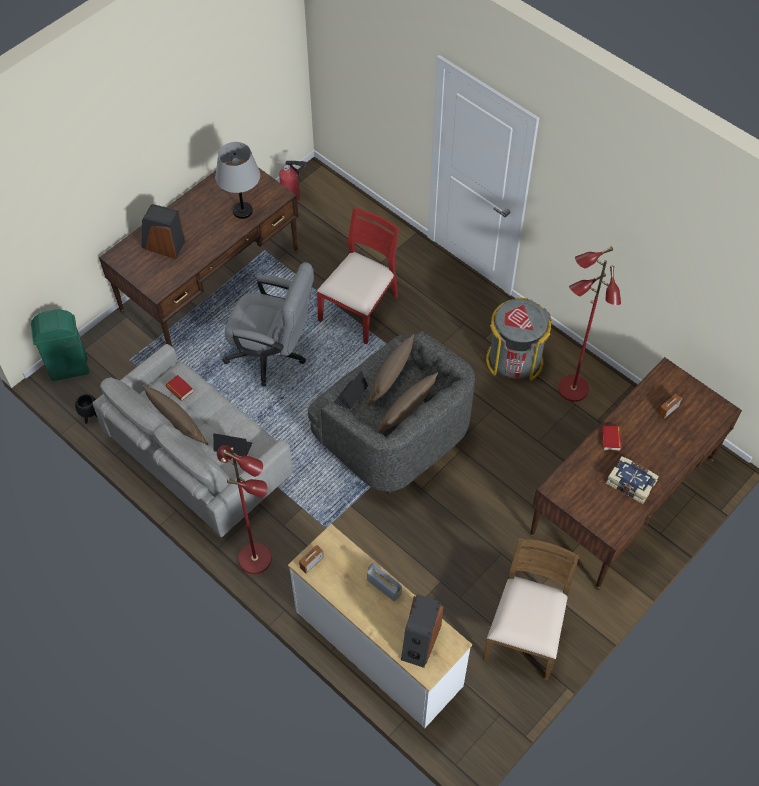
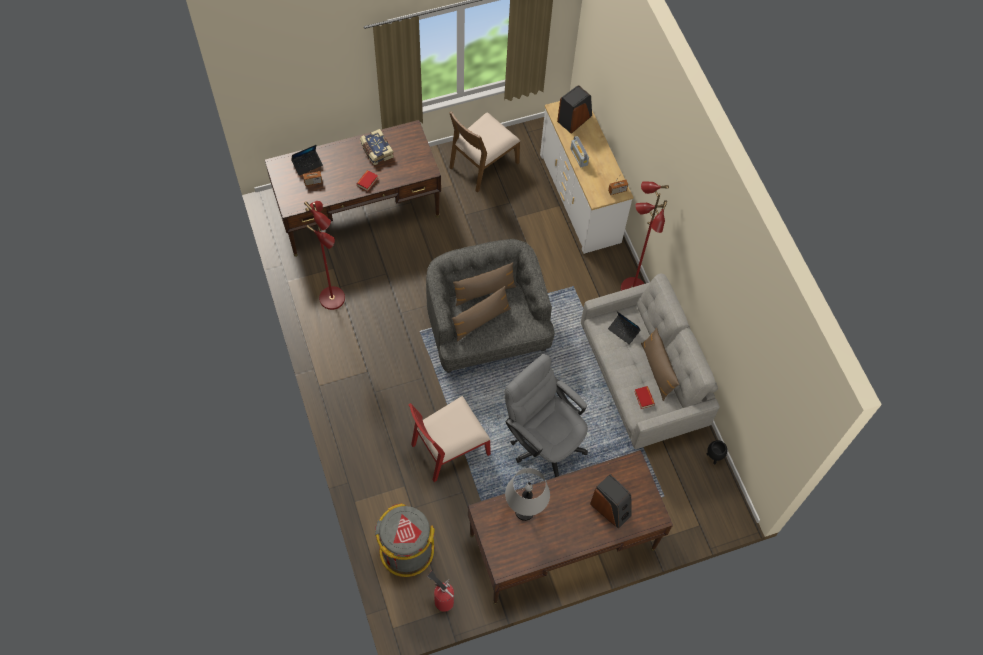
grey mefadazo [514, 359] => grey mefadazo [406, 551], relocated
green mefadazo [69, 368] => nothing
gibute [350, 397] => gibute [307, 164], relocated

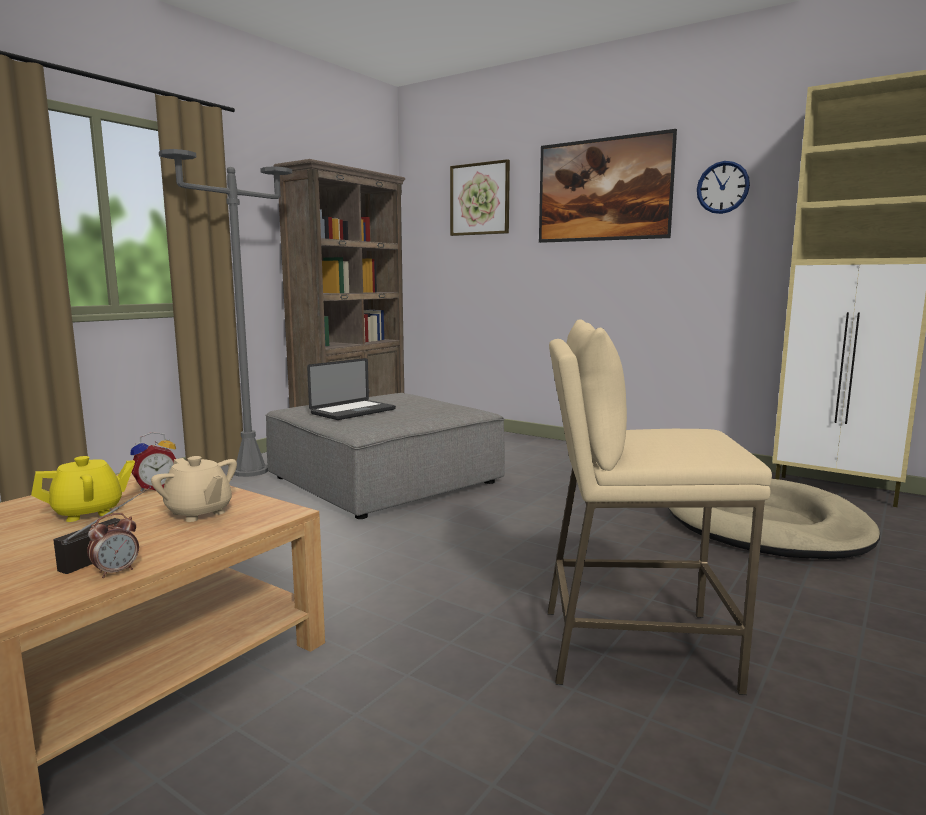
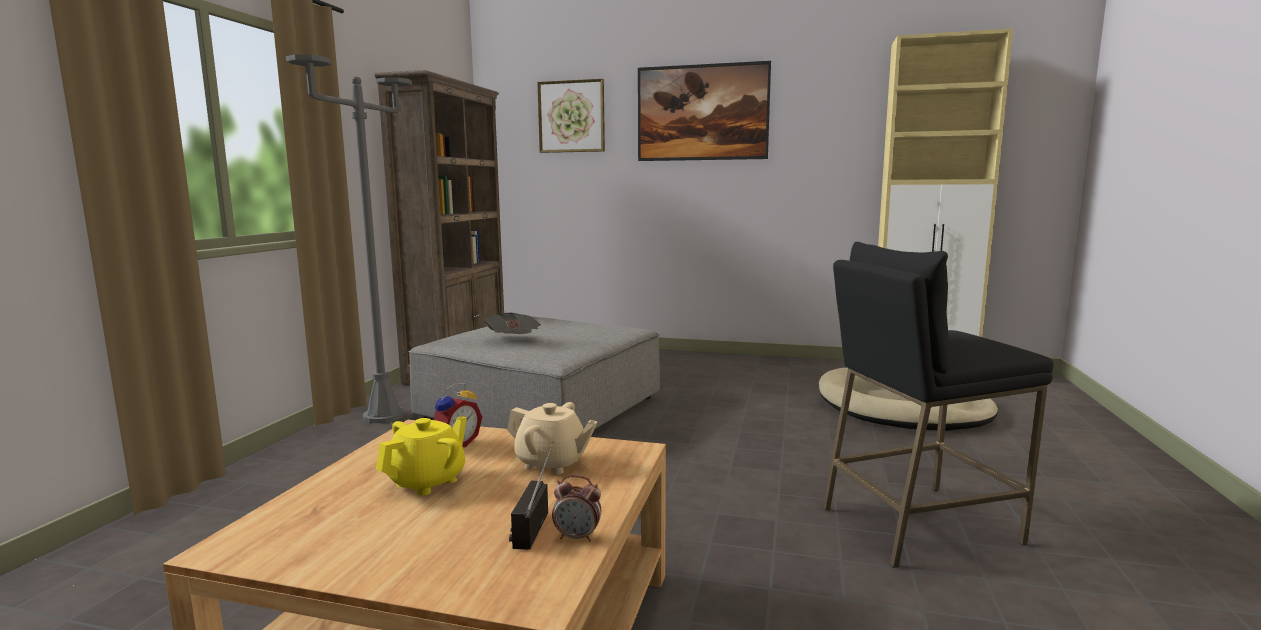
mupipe [722, 187] => nothing
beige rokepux [634, 648] => black rokepux [917, 525]
gibute [353, 411] => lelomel [513, 340]
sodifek [116, 572] => sodifek [577, 537], 75 degrees clockwise

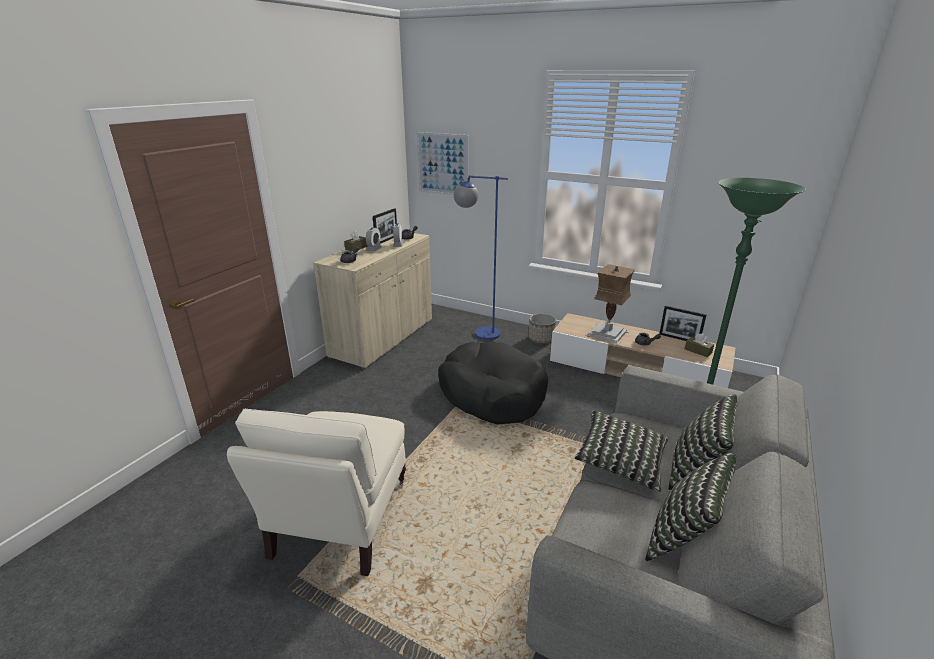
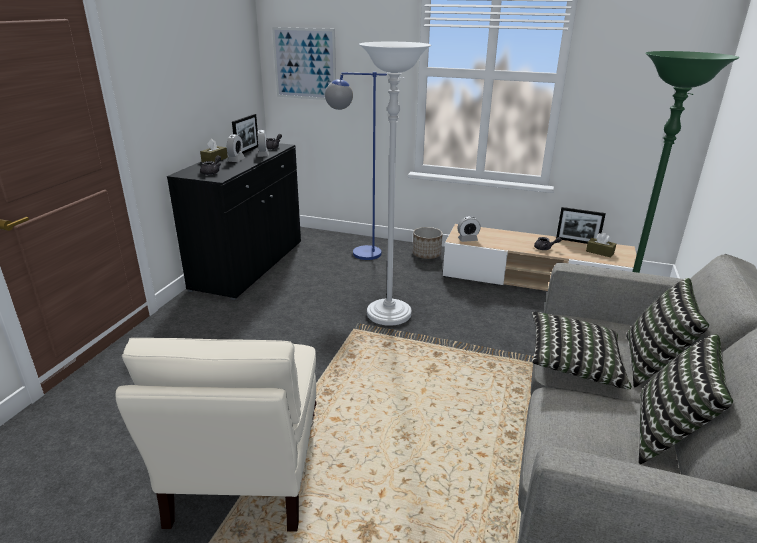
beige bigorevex [383, 338] => black bigorevex [249, 265]
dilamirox [607, 333] => nothing
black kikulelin [492, 394] => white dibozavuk [389, 315]
nothing => sodifek [467, 239]

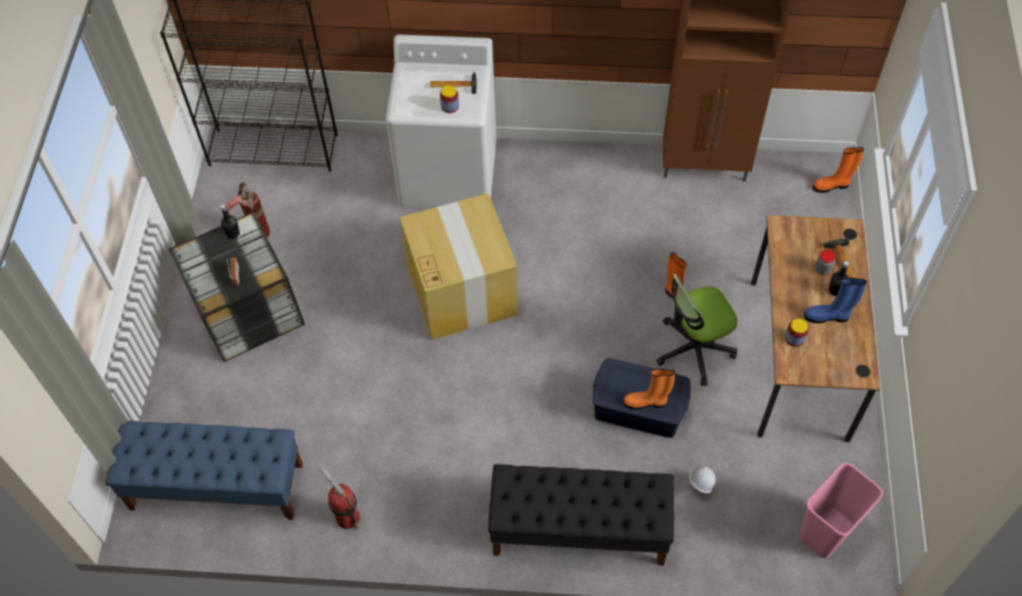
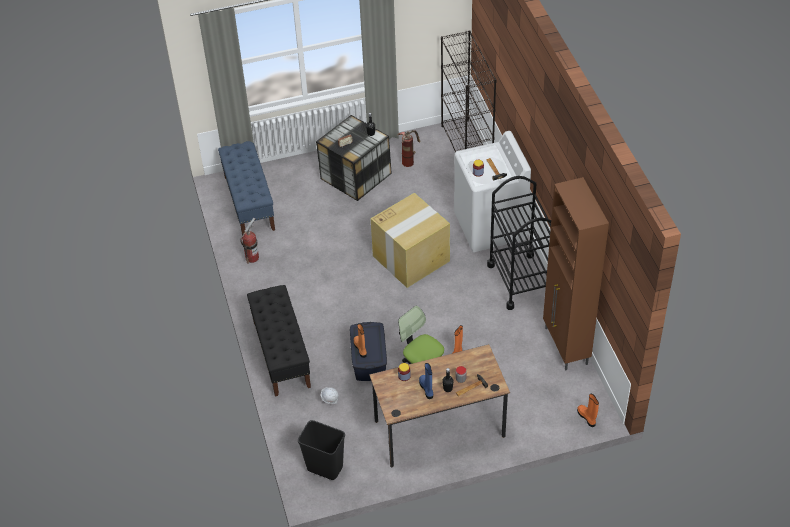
pink mefadazo [826, 533] => black mefadazo [324, 468]
nothing => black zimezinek [520, 281]

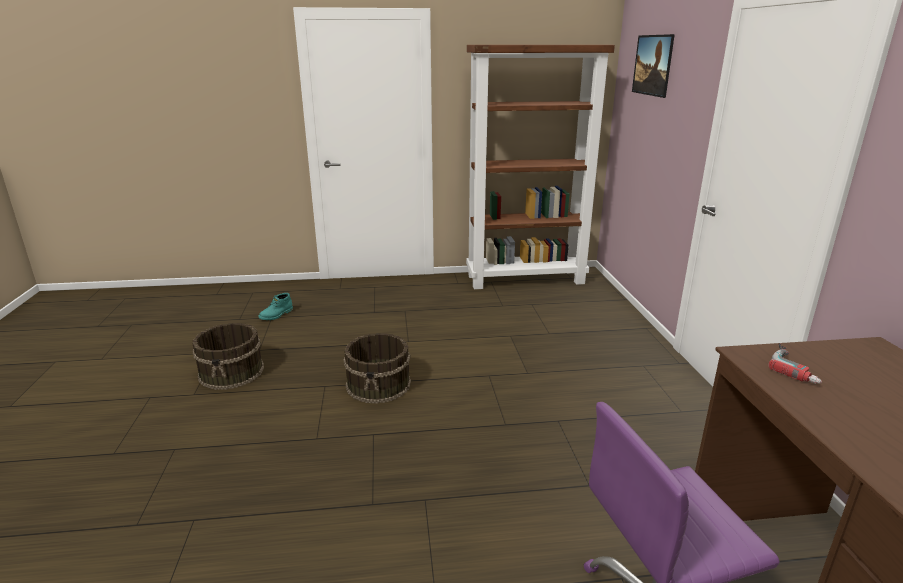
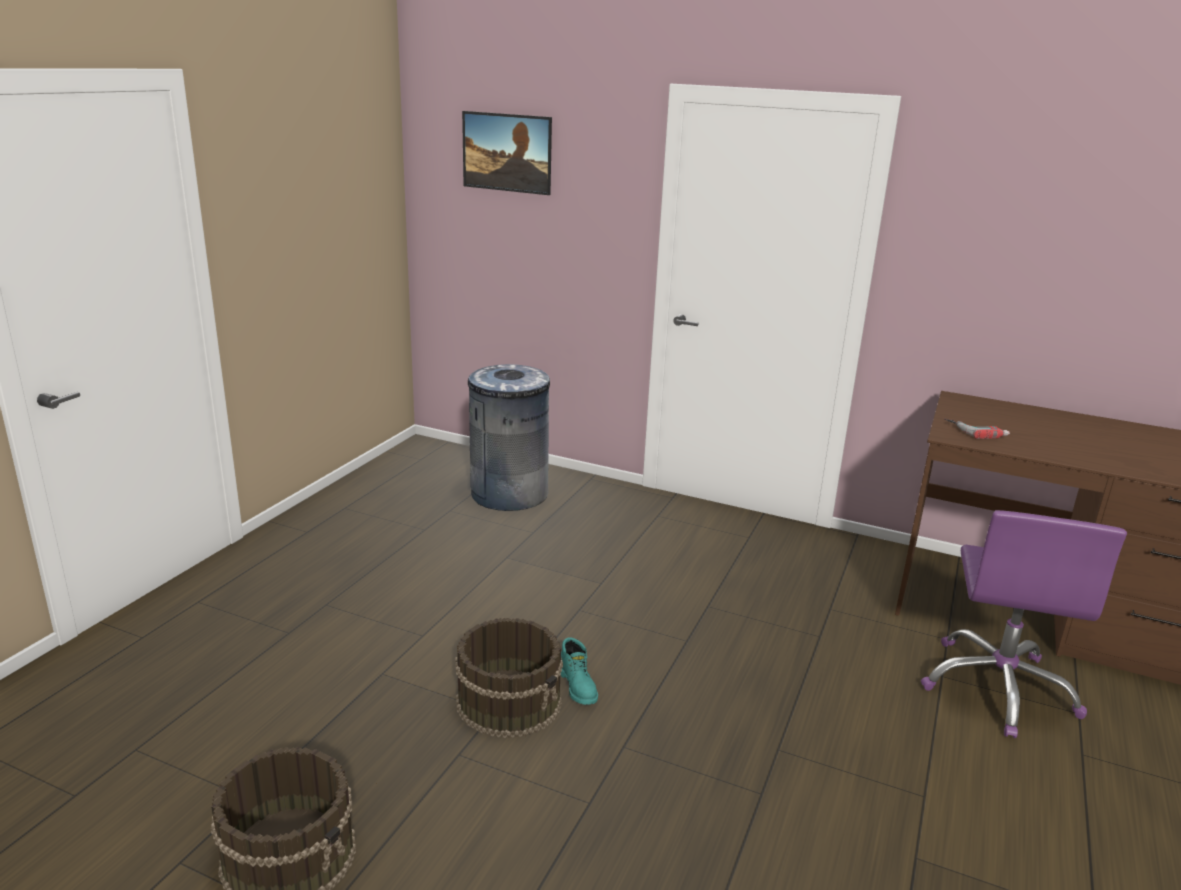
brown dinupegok [526, 279] => nothing
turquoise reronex [276, 315] => turquoise reronex [578, 686], relocated
nothing => grey mefadazo [509, 494]

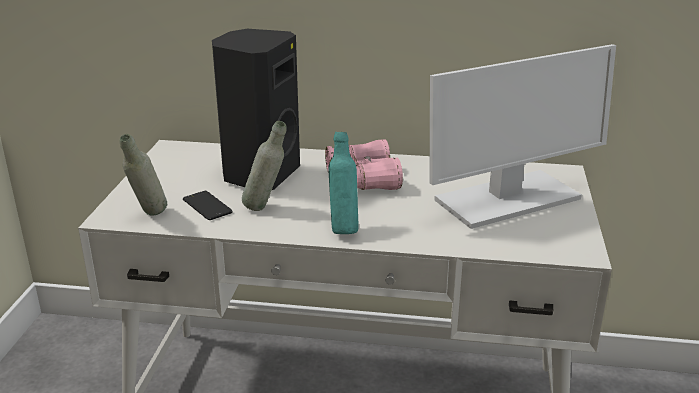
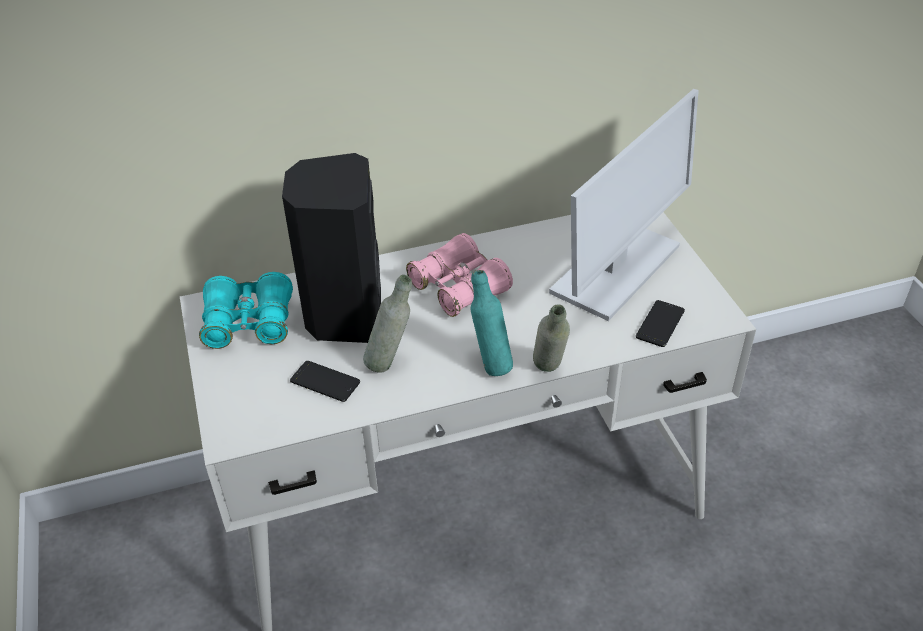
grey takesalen [149, 217] => grey takesalen [549, 374], relocated
nothing => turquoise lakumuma [249, 323]
nothing => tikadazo [660, 324]

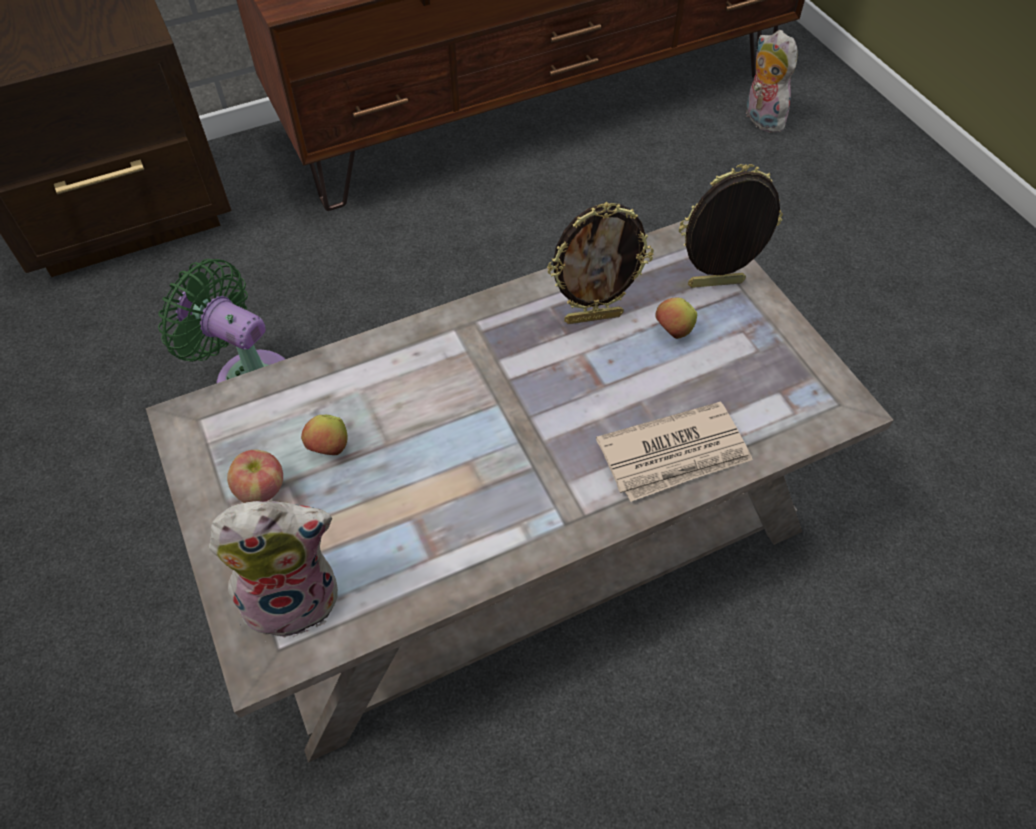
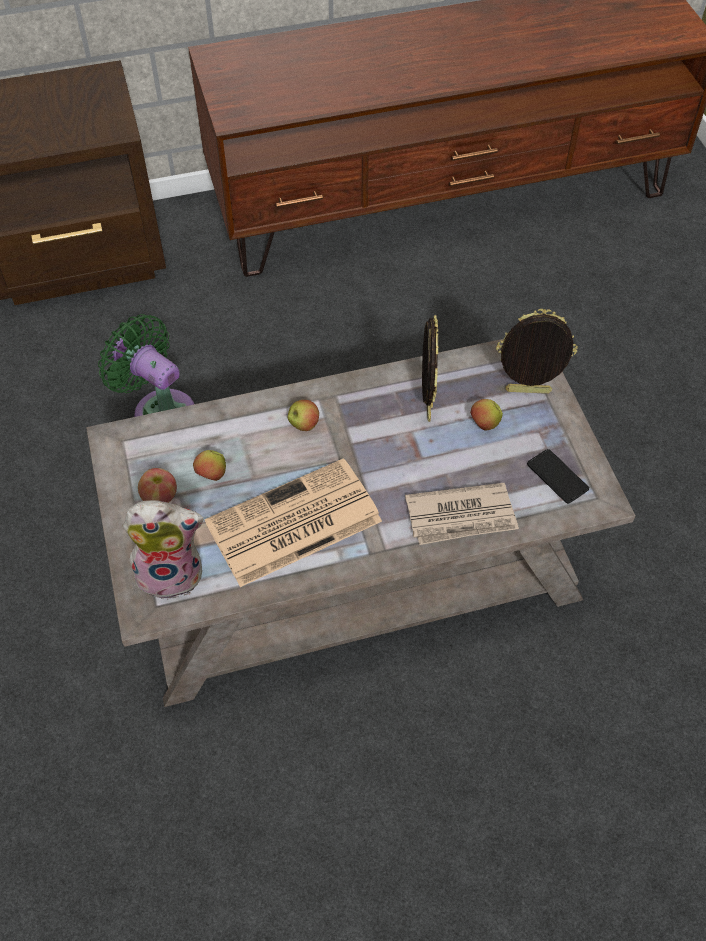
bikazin [760, 119] => nothing
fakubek [593, 317] => fakubek [426, 404], 90 degrees counterclockwise
nothing => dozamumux [303, 425]
nothing => tikadazo [557, 477]
nothing => lelomel [292, 524]

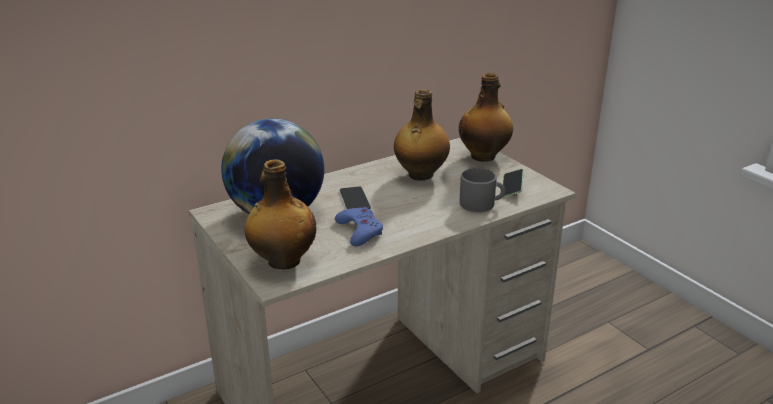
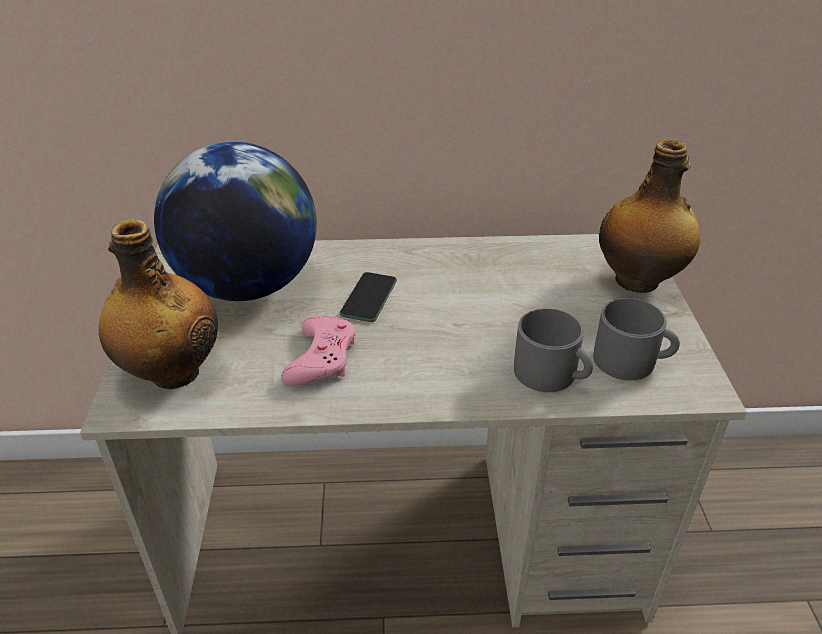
takesalen [420, 175] => nothing
tikadazo [512, 188] => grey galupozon [632, 361]
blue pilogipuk [360, 231] => pink pilogipuk [321, 357]

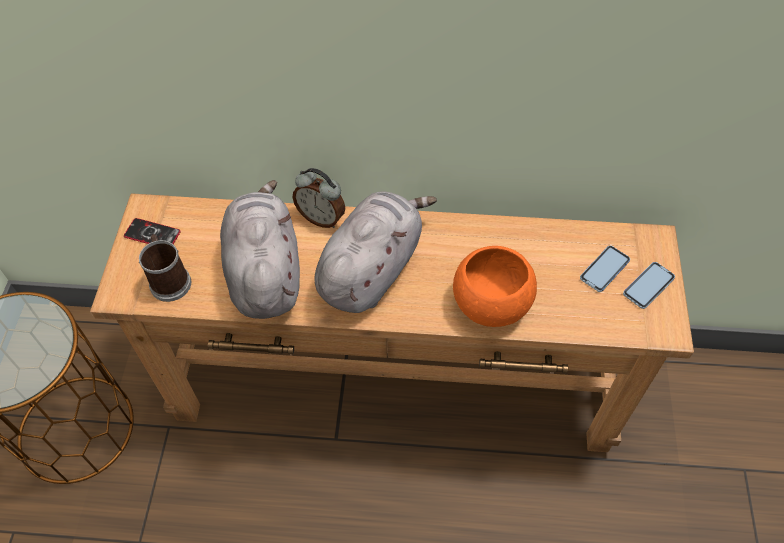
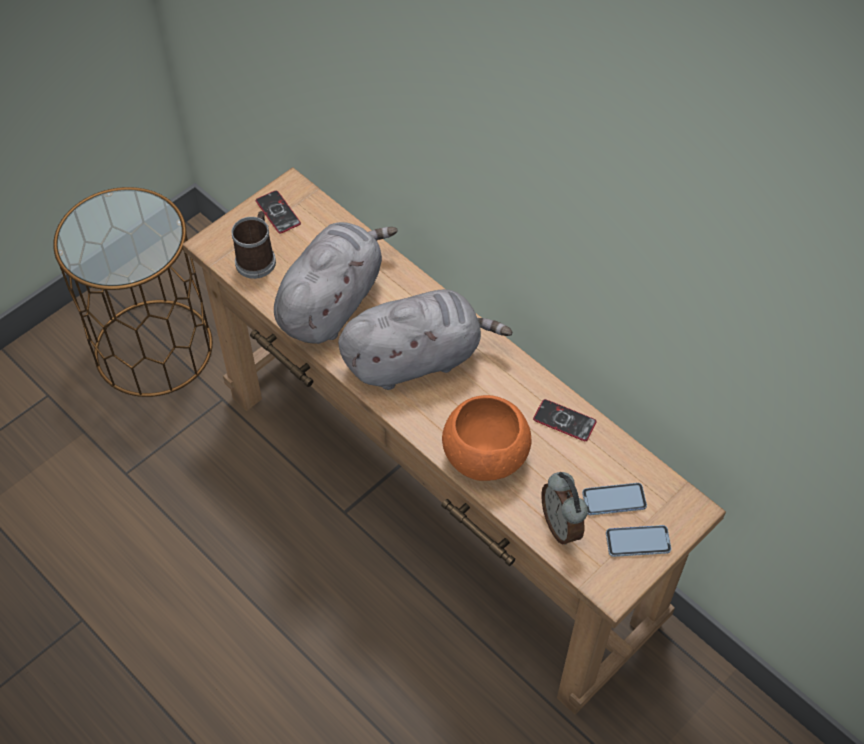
sodifek [322, 218] => sodifek [562, 525], relocated
nothing => tikadazo [564, 421]

